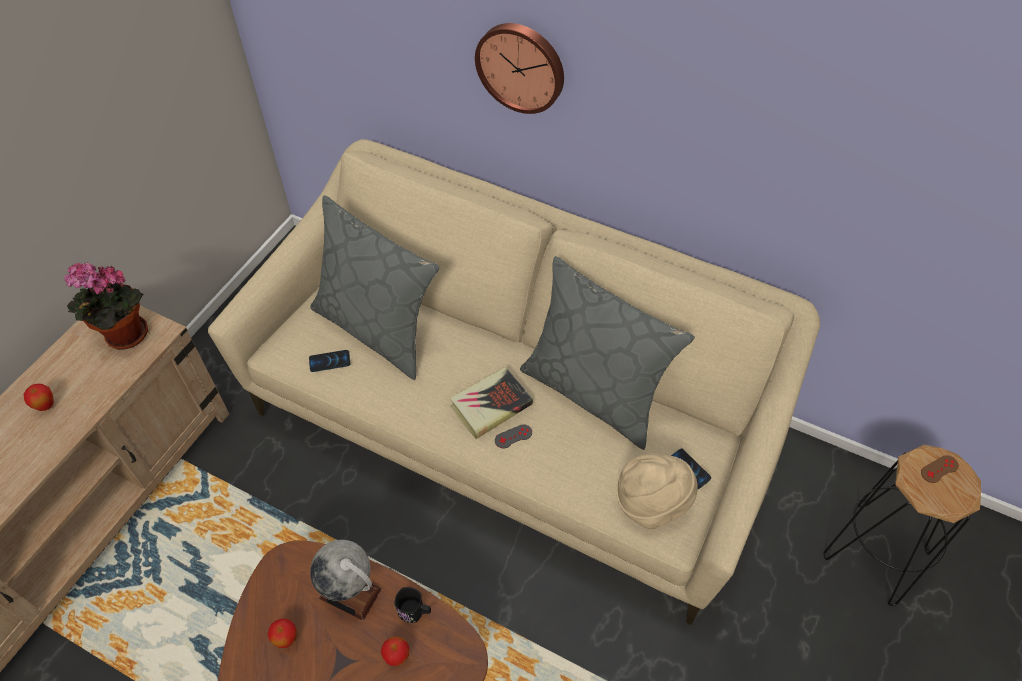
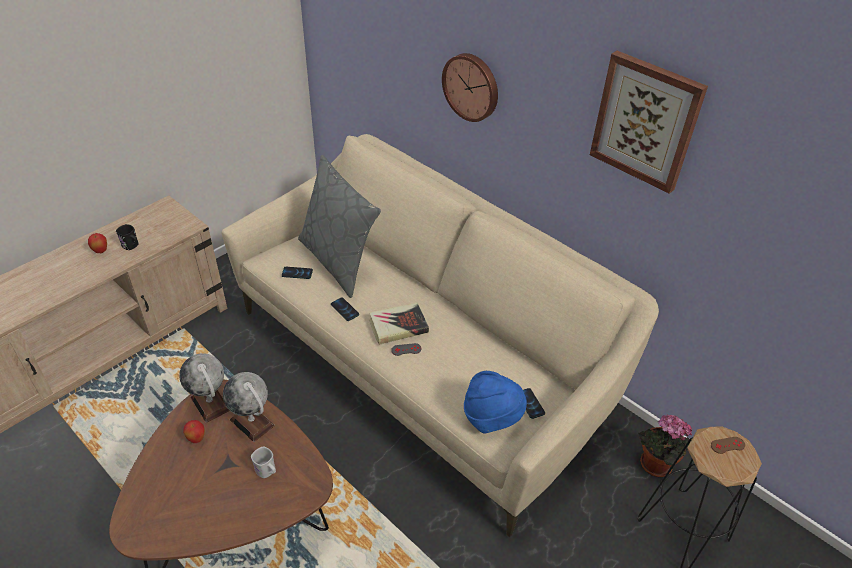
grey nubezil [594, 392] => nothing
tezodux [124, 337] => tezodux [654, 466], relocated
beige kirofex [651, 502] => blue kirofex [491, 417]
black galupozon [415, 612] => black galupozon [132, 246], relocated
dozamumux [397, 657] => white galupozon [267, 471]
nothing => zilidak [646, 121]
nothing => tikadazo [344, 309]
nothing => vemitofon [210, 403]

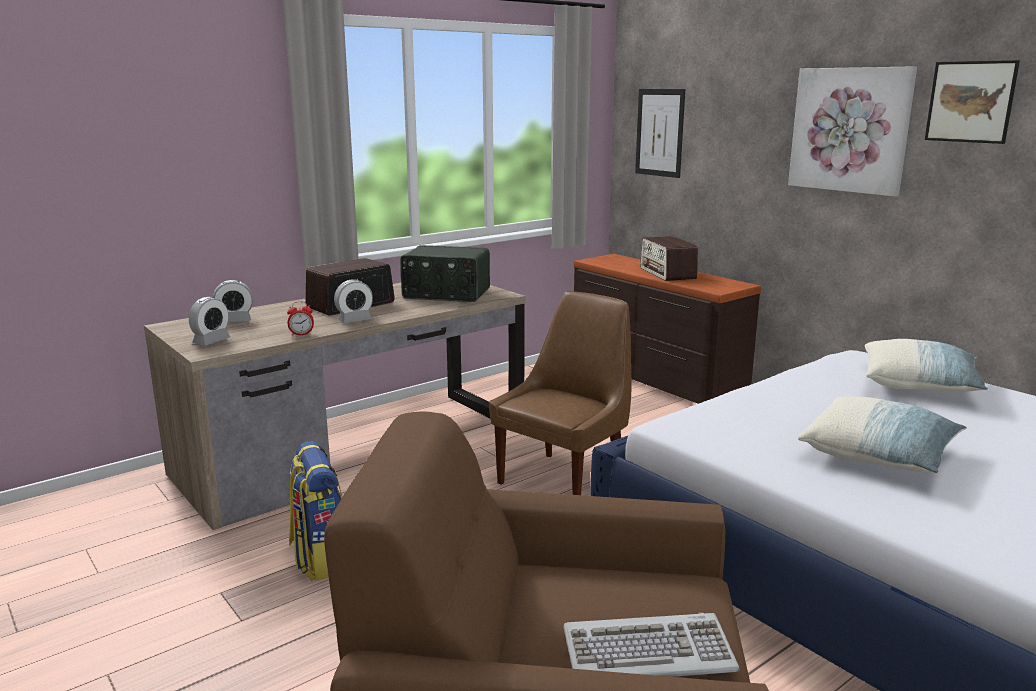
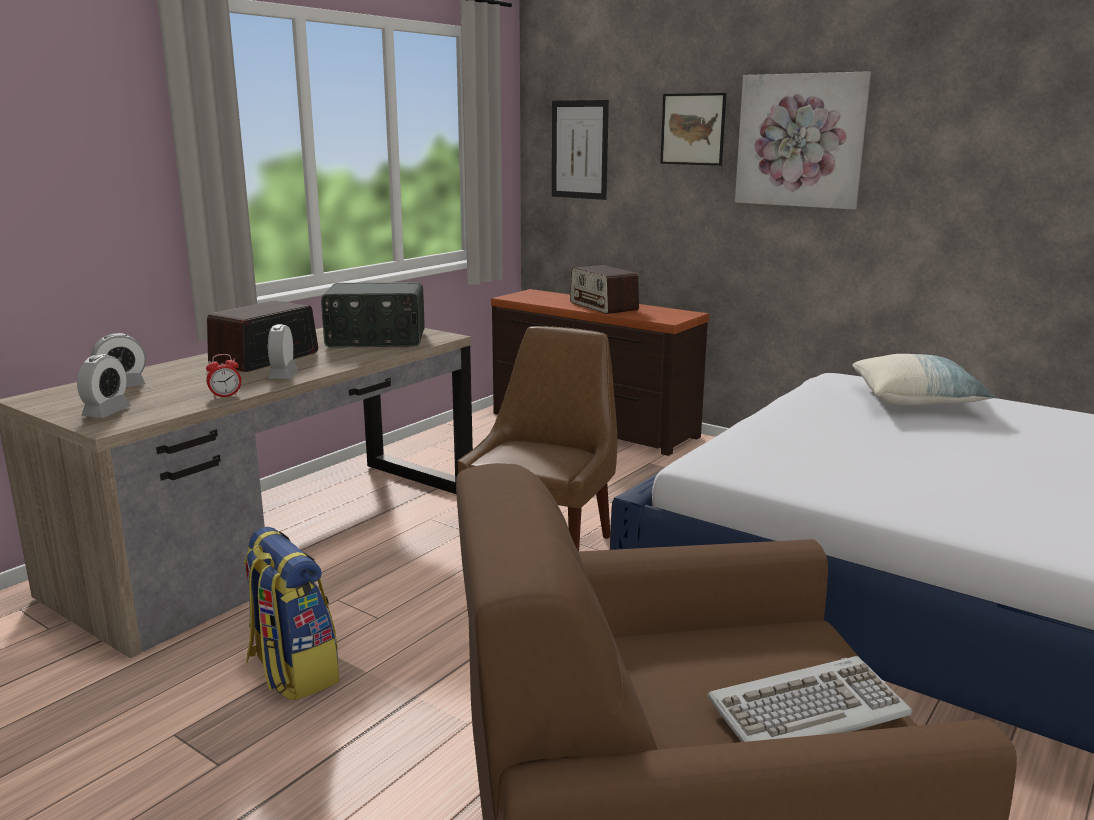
zilidak [970, 102] => zilidak [693, 129], relocated
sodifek [355, 320] => sodifek [283, 375], 135 degrees clockwise
nubezil [878, 455] => nothing

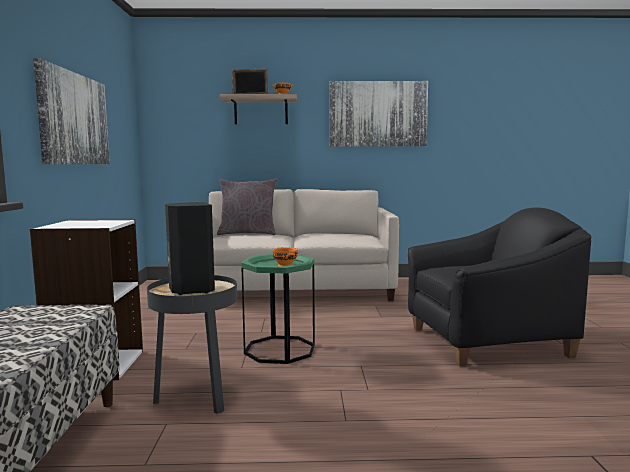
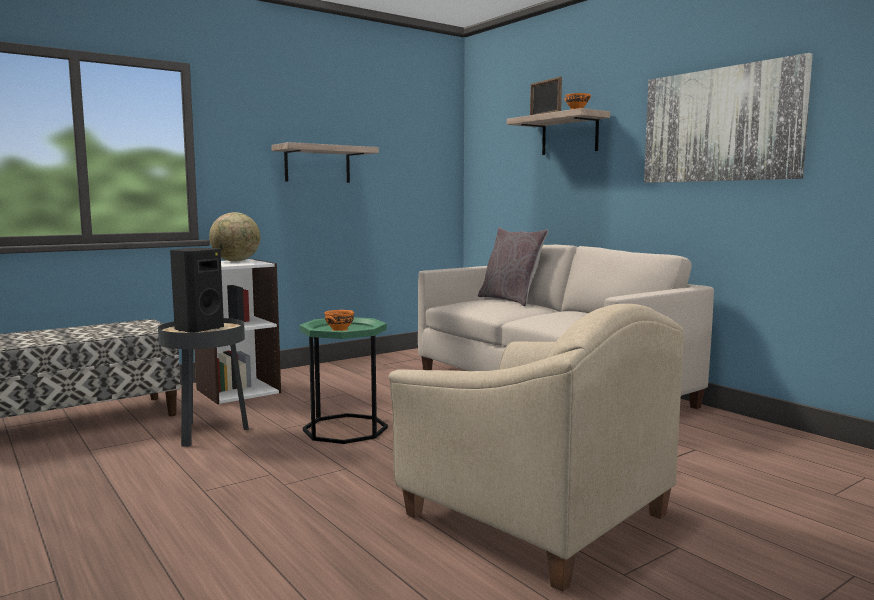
zilidak [74, 119] => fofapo [317, 164]
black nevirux [486, 342] => beige nevirux [532, 517]
nothing => vemitofon [236, 261]

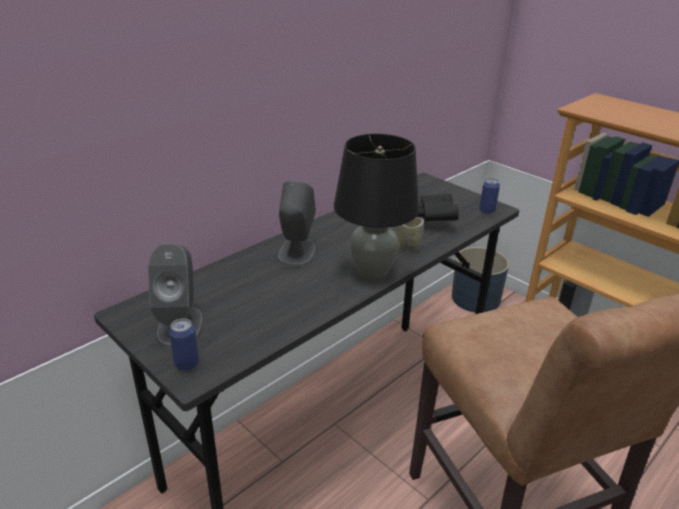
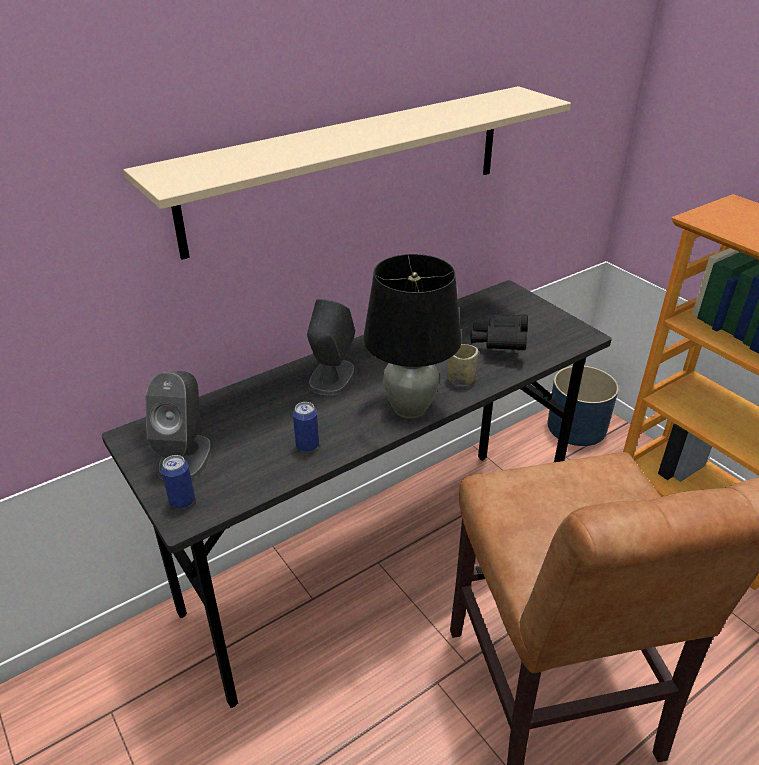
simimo [487, 211] => simimo [307, 445], relocated
nothing => beige fofapo [351, 167]

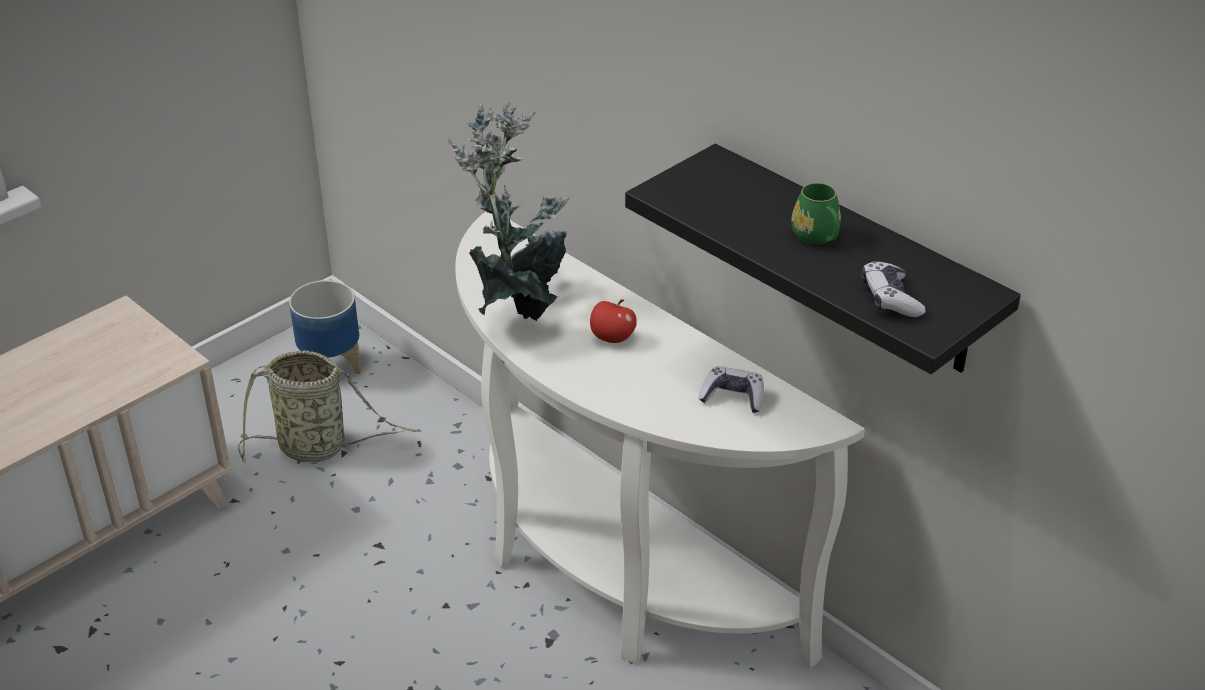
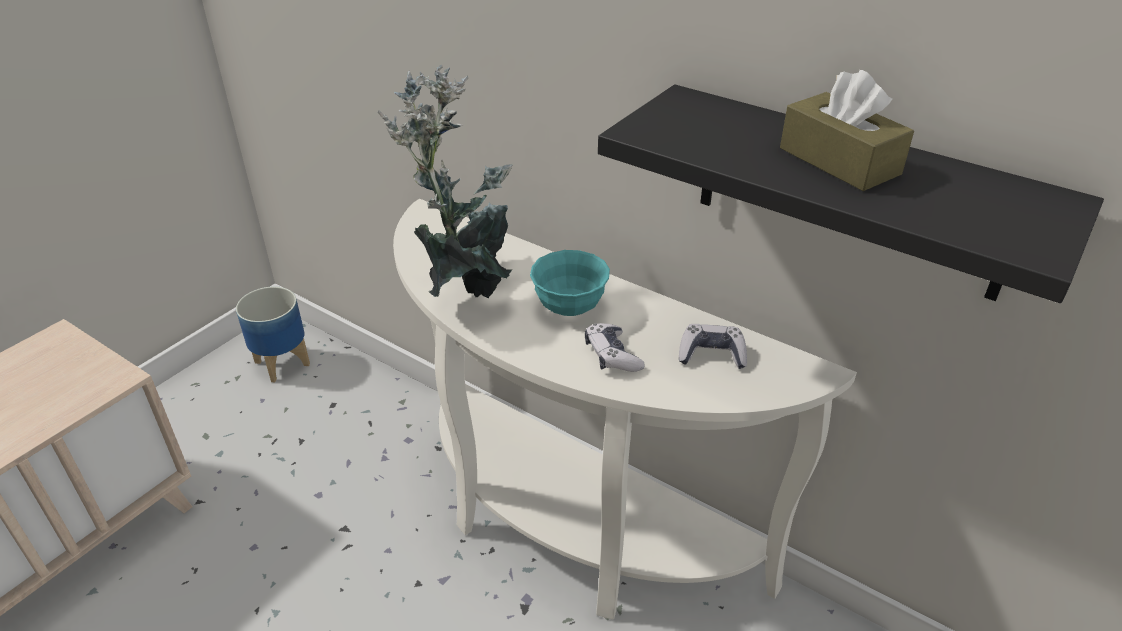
green galupozon [818, 237] => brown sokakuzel [839, 161]
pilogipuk [890, 299] => pilogipuk [612, 356], relocated
dozamumux [612, 338] => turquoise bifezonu [569, 307]
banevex [318, 447] => nothing

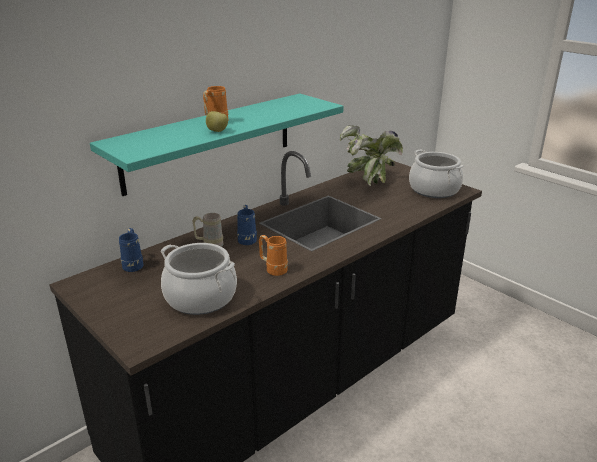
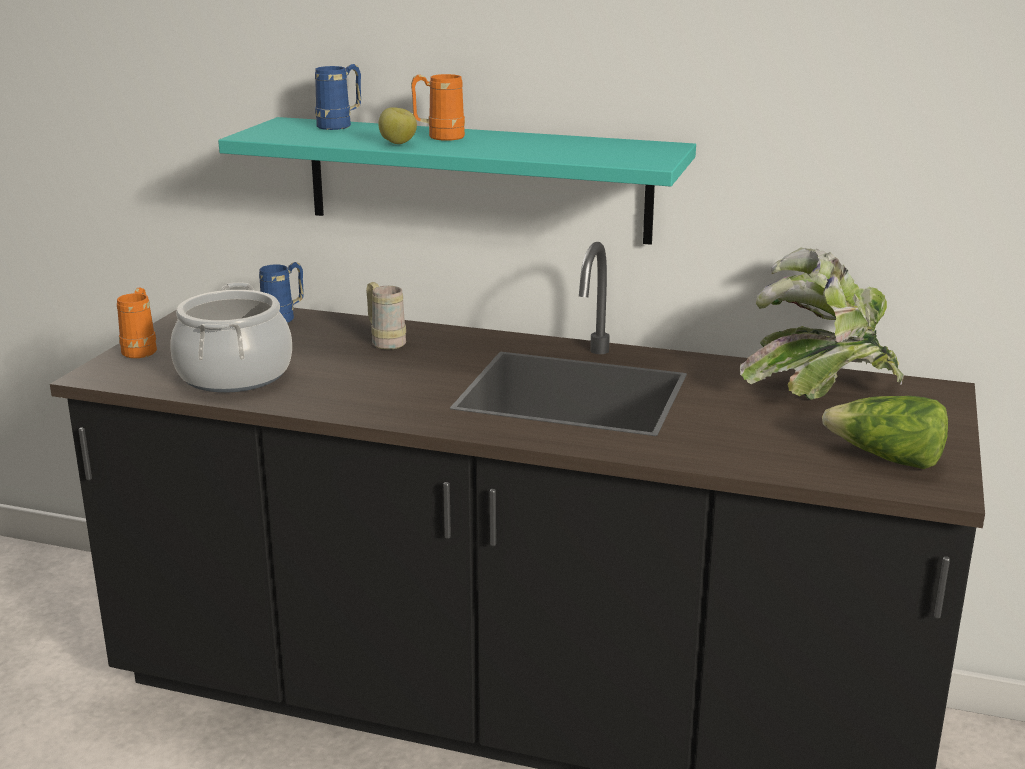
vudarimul [434, 189] => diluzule [886, 459]
blue galupozon [247, 238] => blue galupozon [340, 126], relocated
orange galupozon [273, 269] => orange galupozon [141, 349], relocated

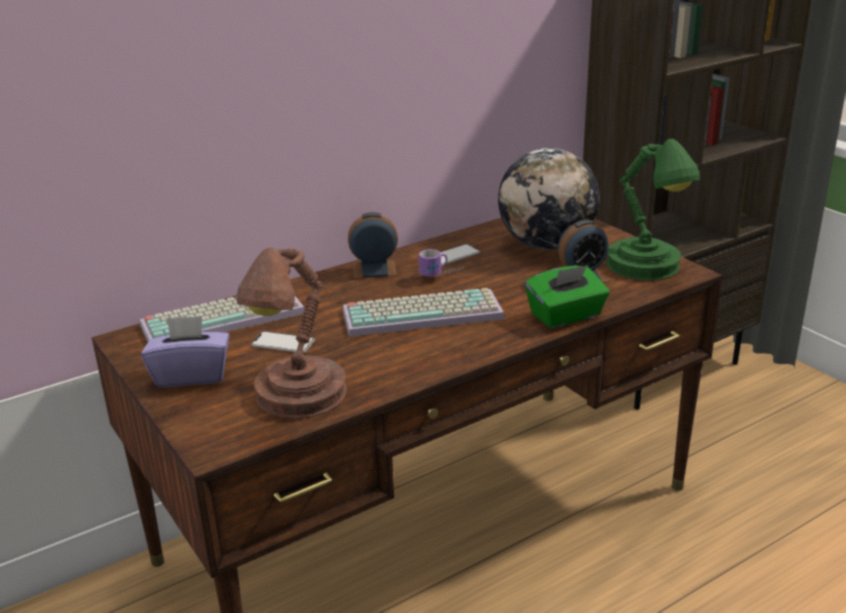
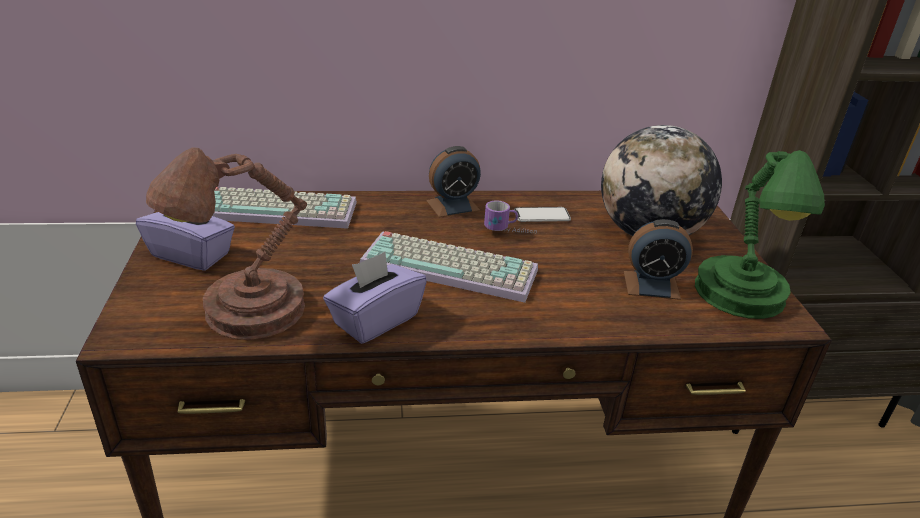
sodifek [374, 270] => sodifek [453, 205], 135 degrees clockwise
green sokakuzel [566, 316] => nothing
tikadazo [283, 343] => nothing
nothing => purple sokakuzel [375, 320]

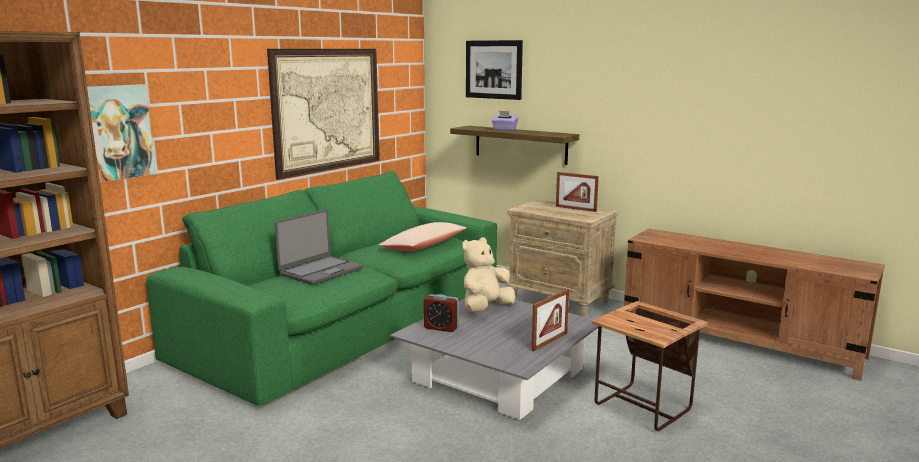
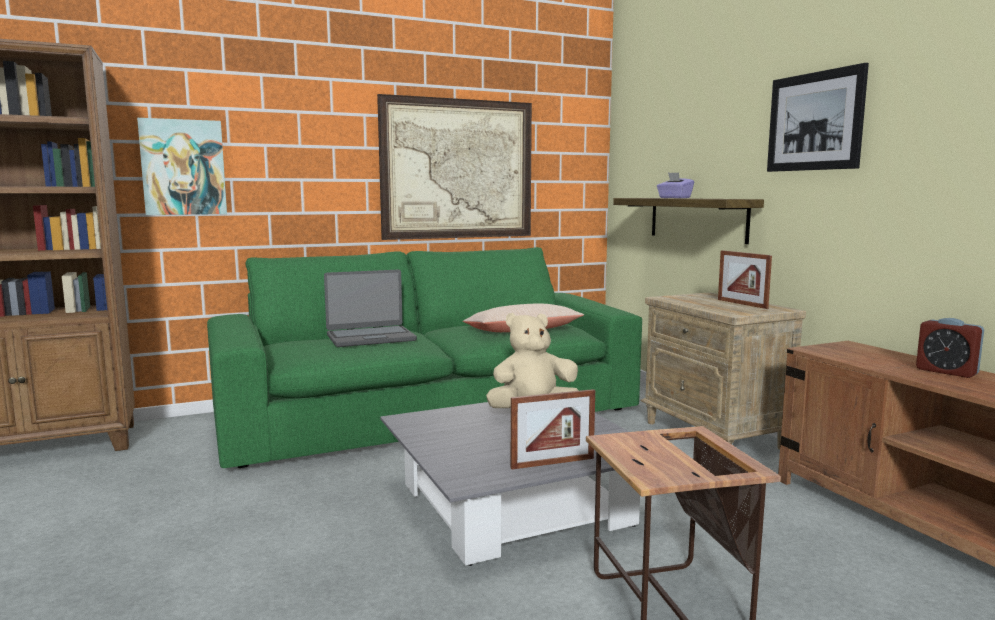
zilidak [493, 69] => zilidak [814, 121], relocated
sodifek [441, 328] => sodifek [946, 372], relocated

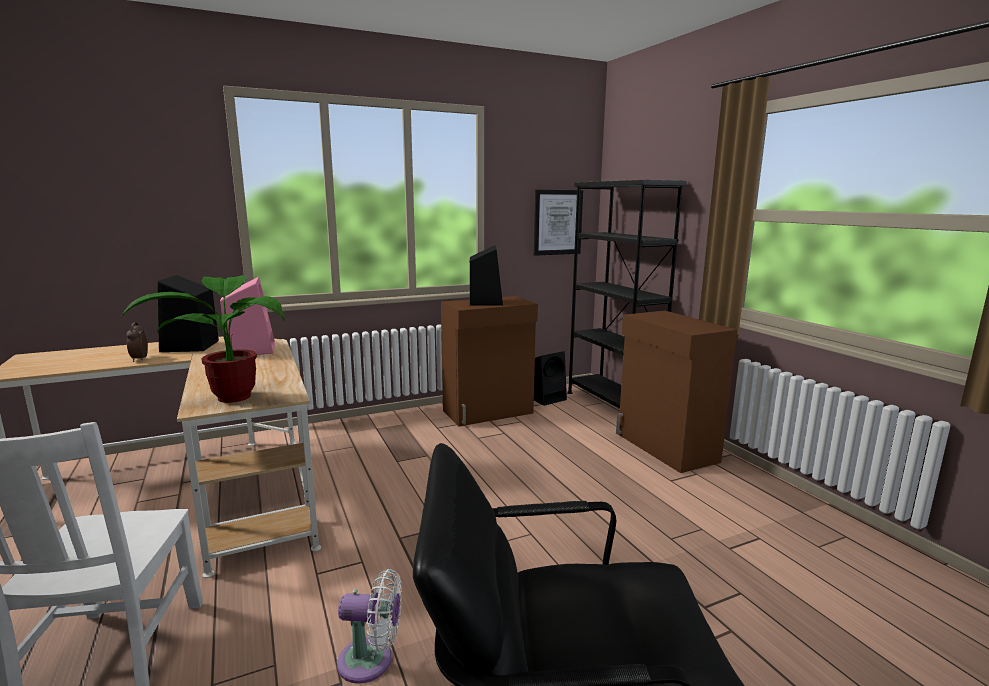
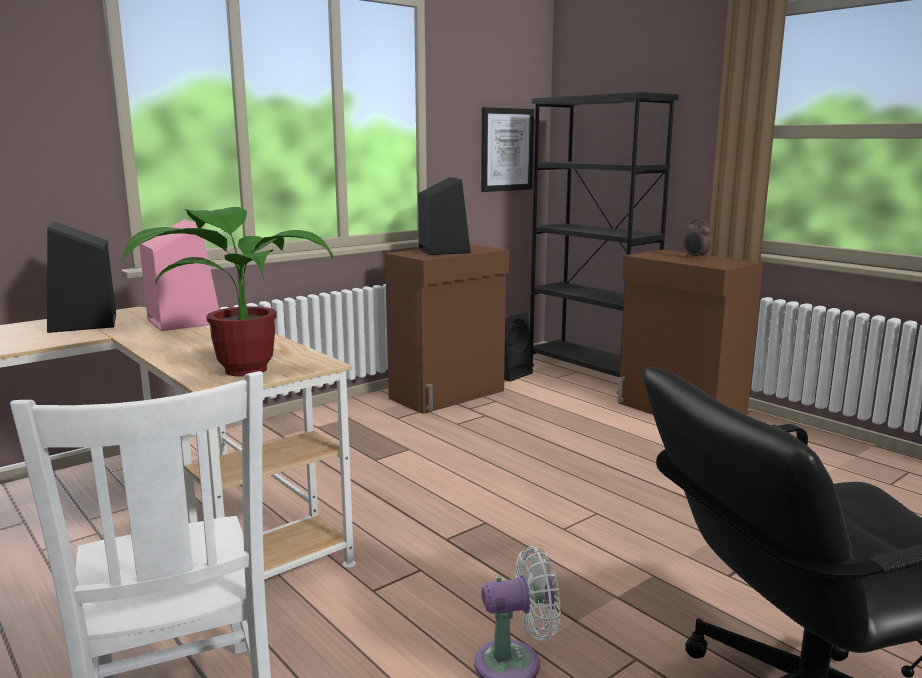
sodifek [139, 359] => sodifek [695, 257], relocated

